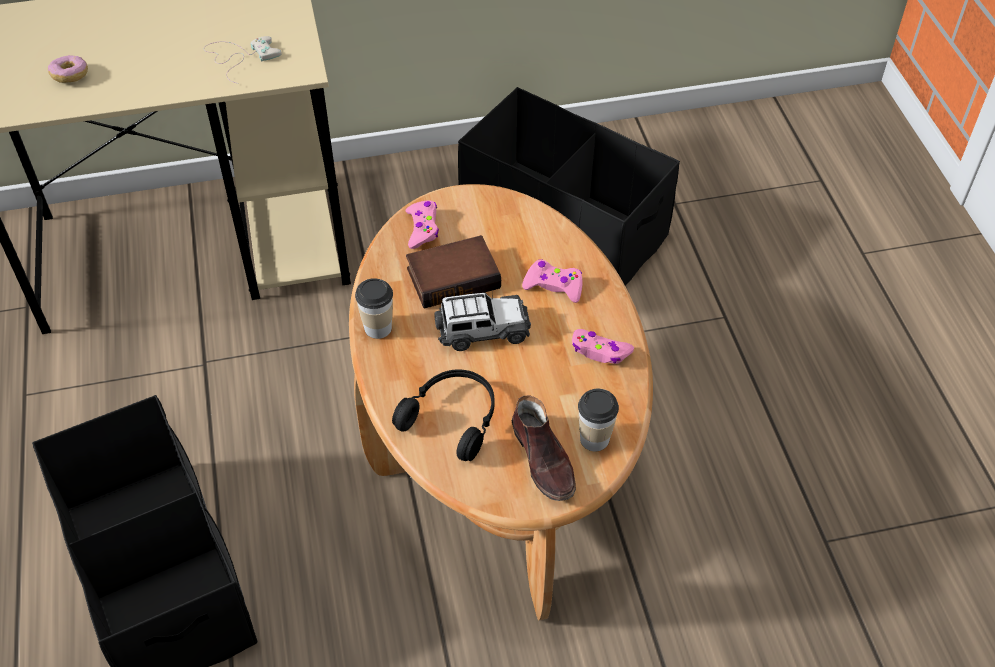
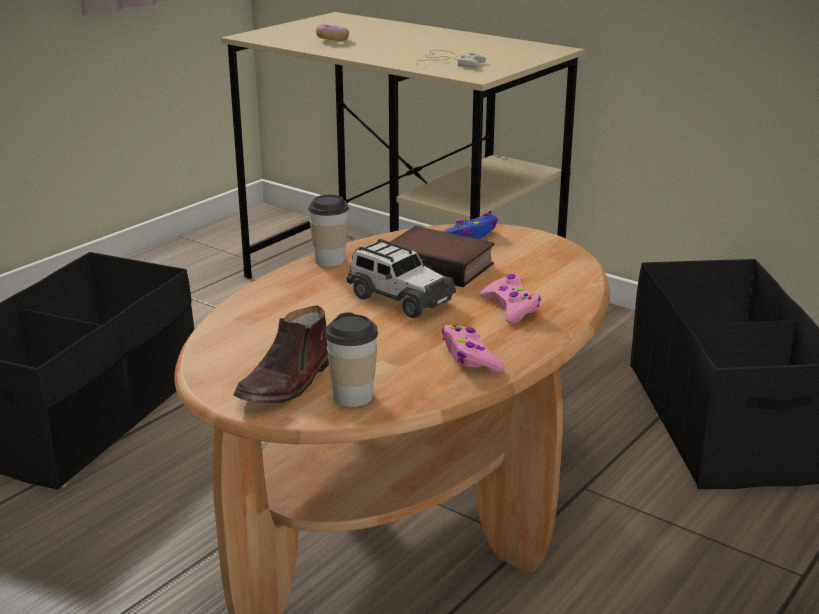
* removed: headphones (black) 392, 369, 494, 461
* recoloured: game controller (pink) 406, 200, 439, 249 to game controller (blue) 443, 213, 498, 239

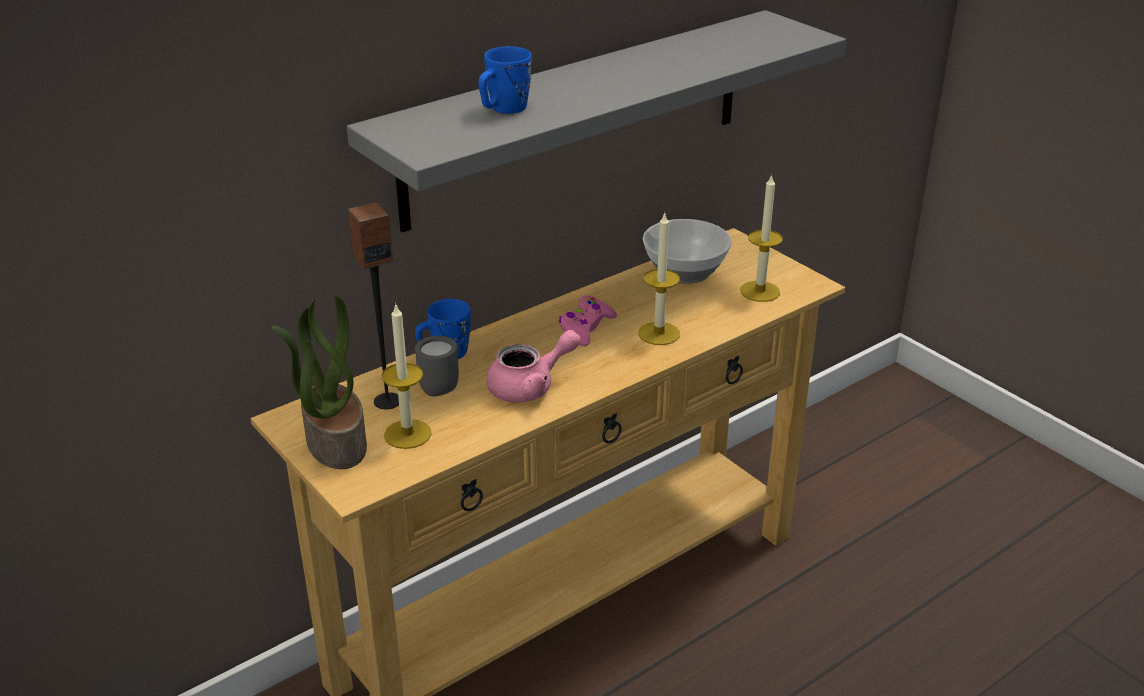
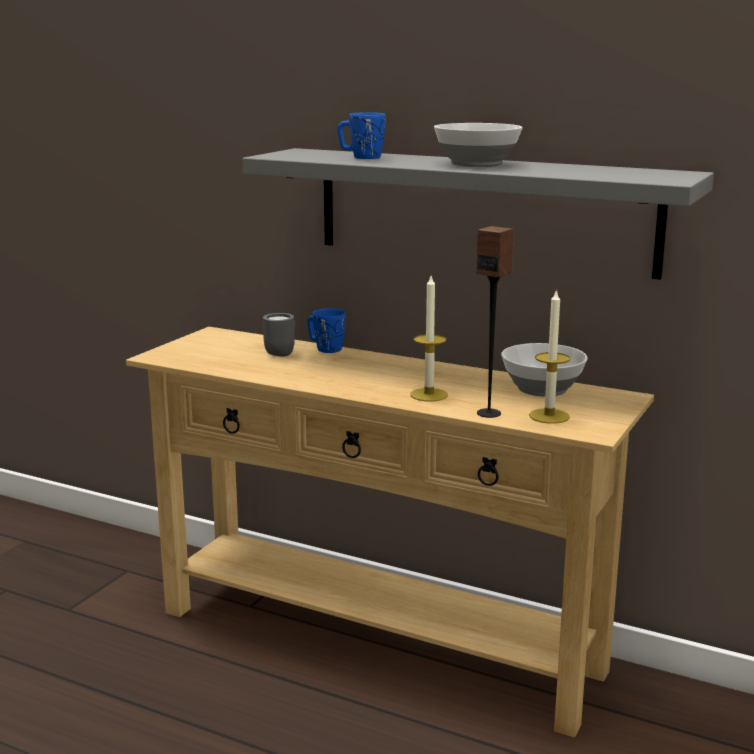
* removed: potted plant 271, 295, 367, 469
* removed: candle 382, 303, 432, 449
* removed: teapot (pink) 486, 330, 581, 403
* removed: game controller (pink) 559, 295, 617, 346
* added: bowl 434, 123, 523, 167
* moved: speaker 348, 202, 399, 409 to 476, 226, 514, 418

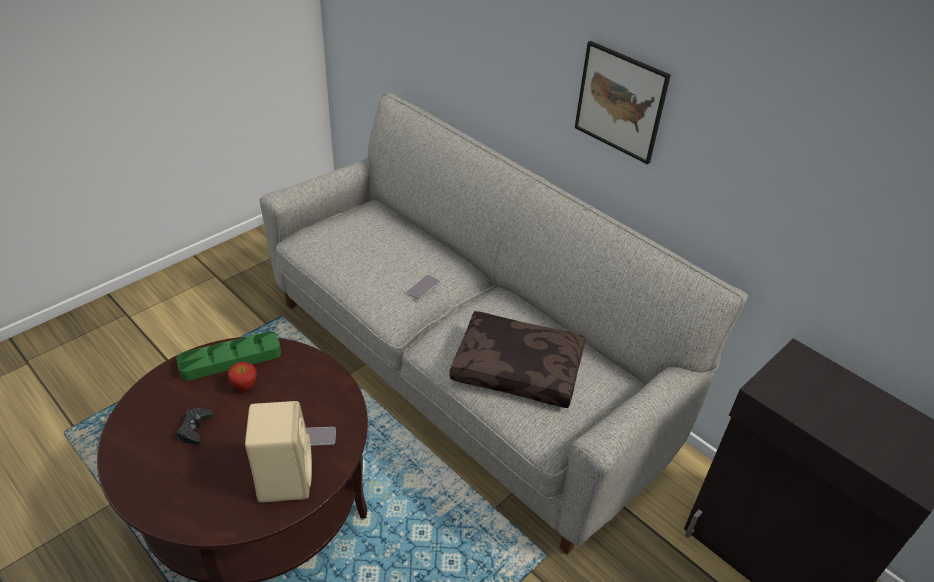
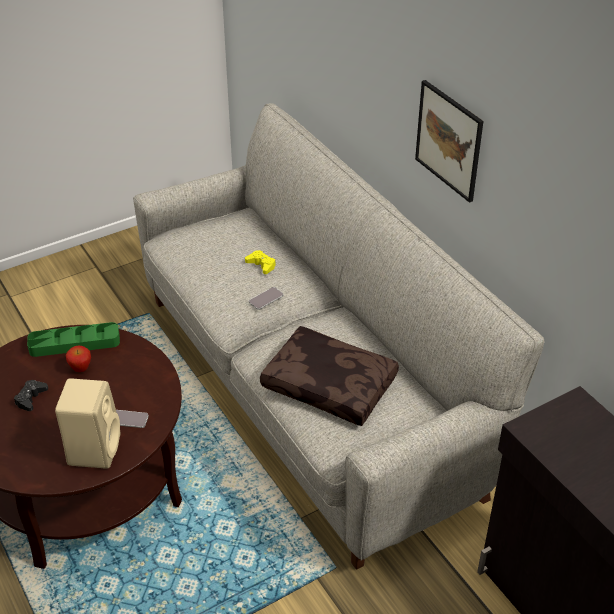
* added: game controller (yellow) 245, 250, 276, 274

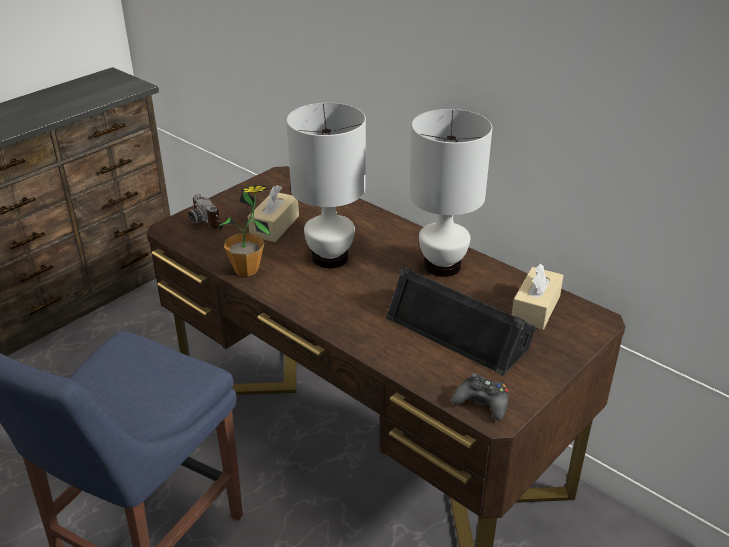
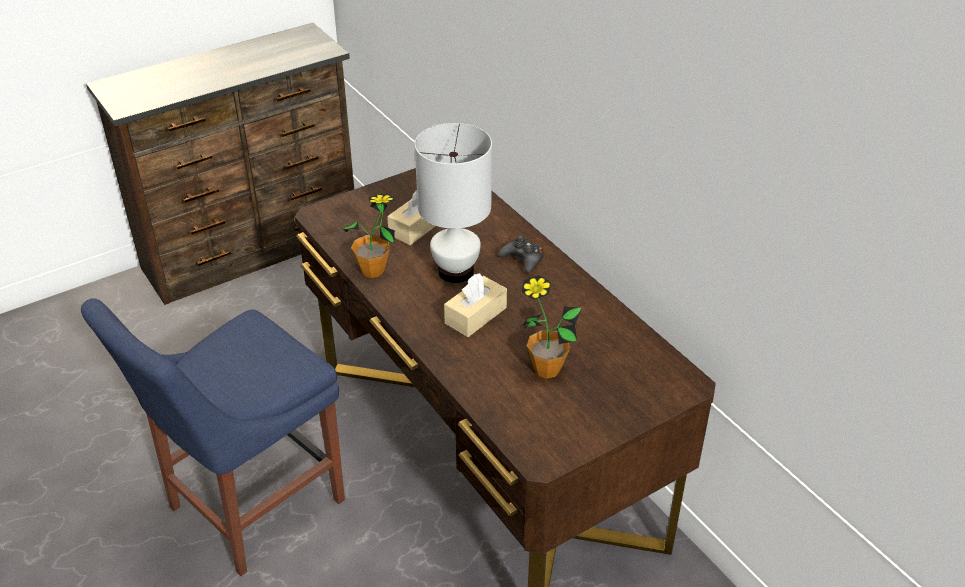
* removed: photo camera 188, 194, 237, 228
* removed: table lamp (white) 409, 109, 492, 277
* moved: game controller (black) 451, 373, 509, 421 to 499, 235, 544, 272
* moved: tissue box (beige) 512, 262, 564, 330 to 444, 273, 507, 337
* replaced: speaker (black) 386, 266, 537, 376 to potted plant 522, 275, 582, 379

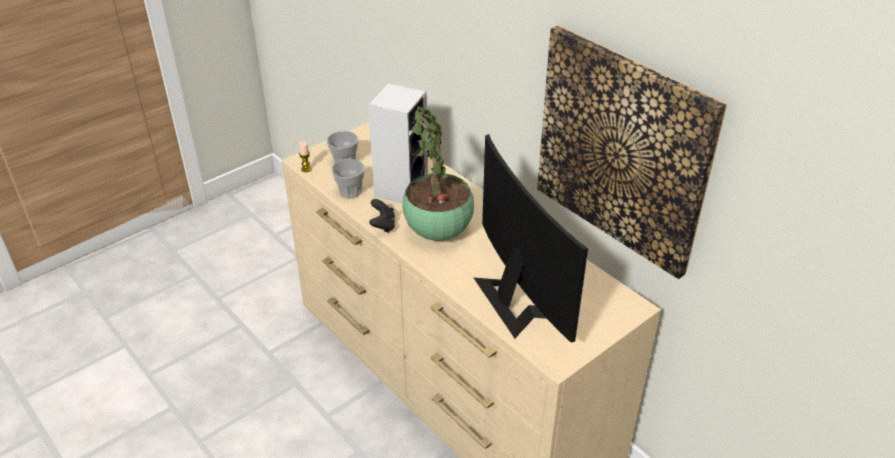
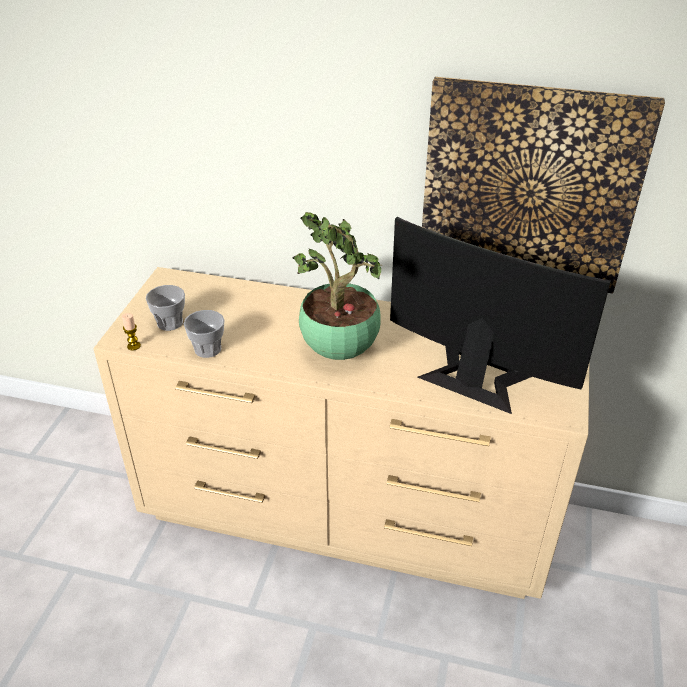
* removed: speaker 368, 83, 428, 204
* removed: game controller (black) 369, 199, 395, 233

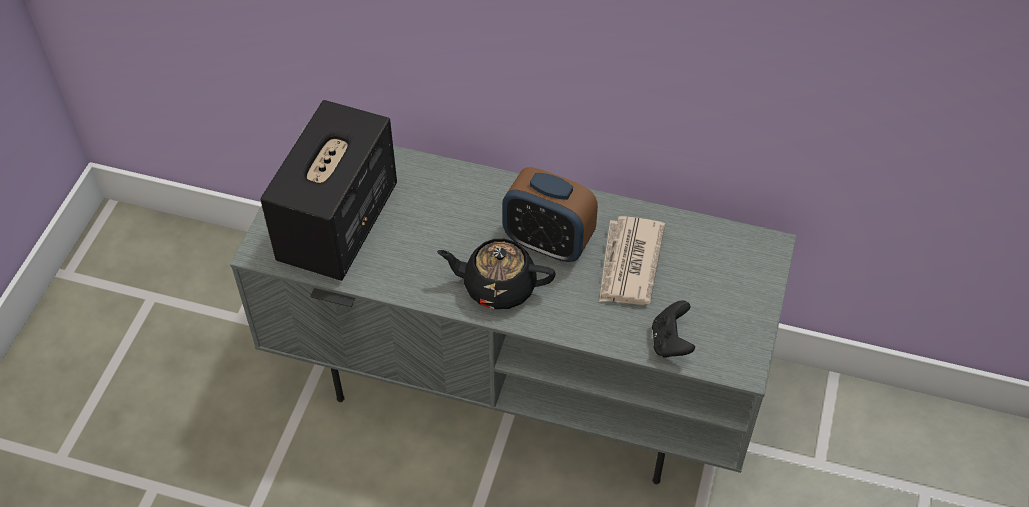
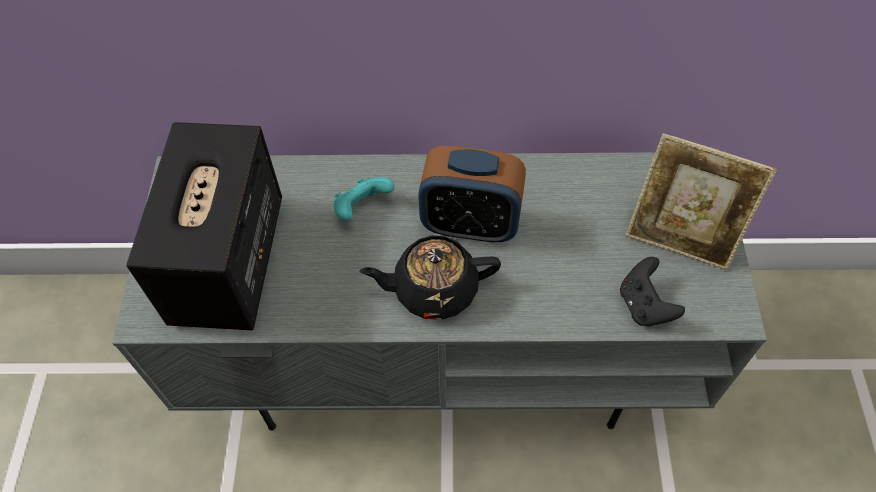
* removed: newspaper 599, 216, 665, 305
* added: game controller (turquoise) 333, 177, 395, 221
* added: picture frame 625, 133, 777, 270

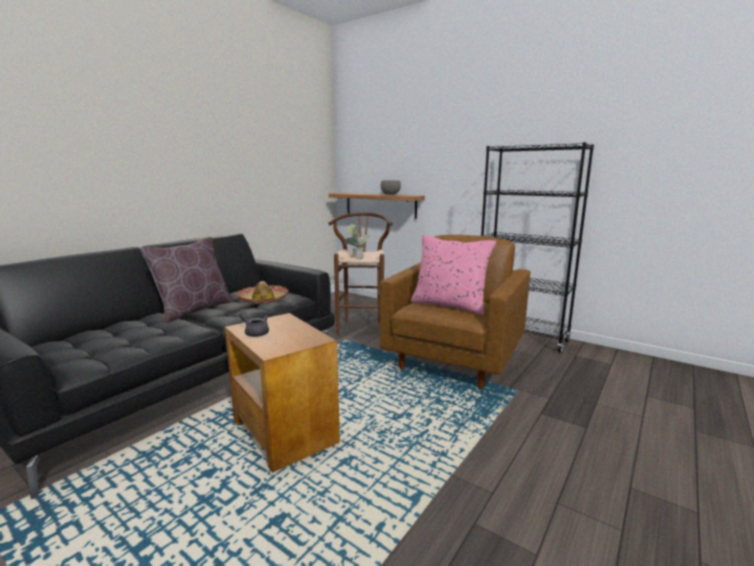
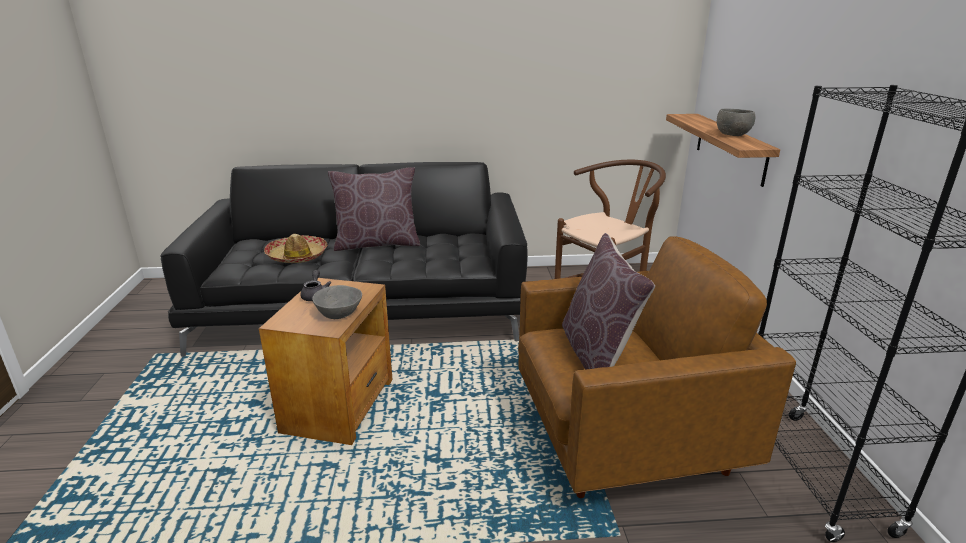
* removed: potted plant 344, 224, 370, 259
* added: bowl (grey) 312, 285, 362, 319
* moved: hat 236, 281, 288, 304 to 264, 234, 327, 263
* recoloured: pillow (pink) 411, 235, 496, 315 to pillow (brown) 562, 233, 655, 370

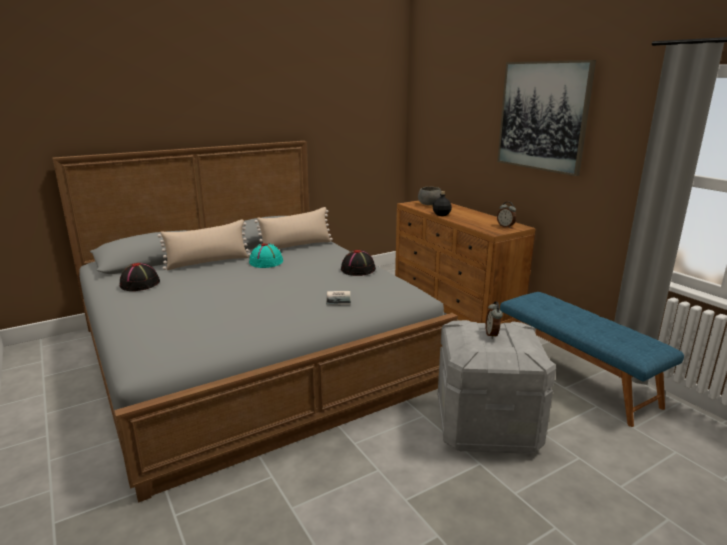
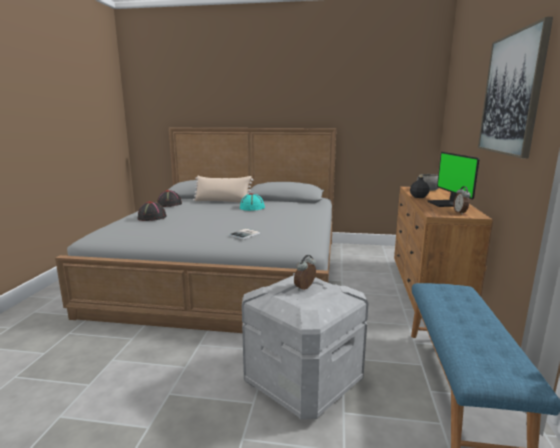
* removed: pillow (beige) 254, 207, 333, 249
* added: monitor 427, 152, 479, 207
* moved: hat (black) 341, 250, 376, 276 to 137, 201, 167, 221

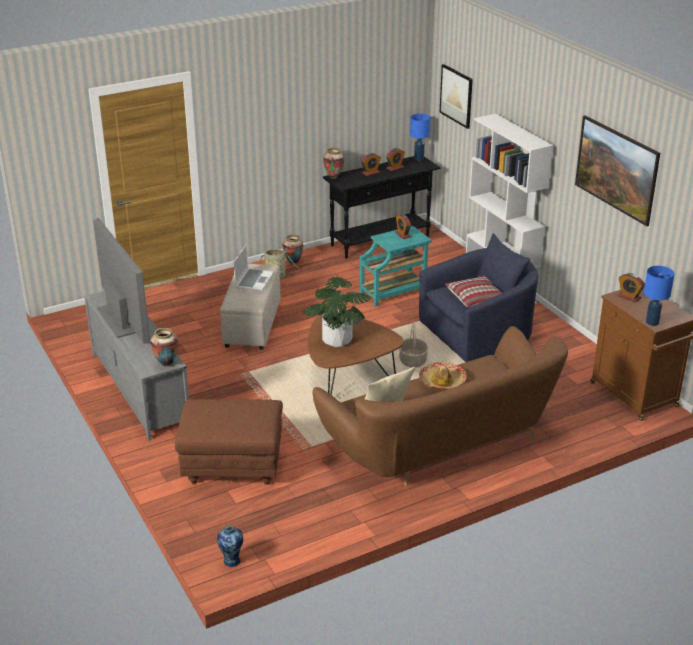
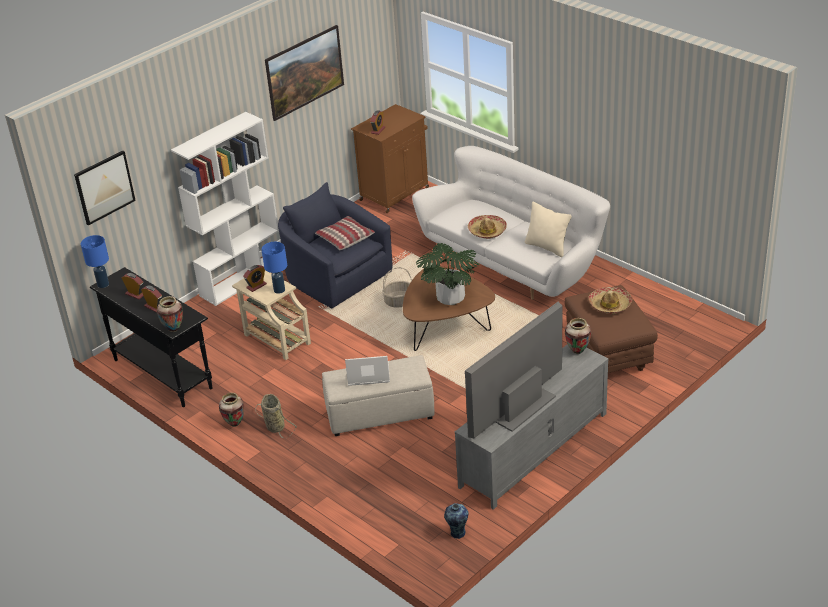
* added: hat 588, 287, 632, 314
* moved: vase 217, 526, 243, 567 to 444, 503, 469, 539
* moved: table lamp (blue) 644, 266, 675, 326 to 261, 242, 287, 294
* recoloured: sofa (brown) 313, 326, 568, 486 to sofa (white) 412, 146, 610, 300
* recoloured: side table (turquoise) 360, 226, 432, 306 to side table (beige) 232, 270, 311, 360

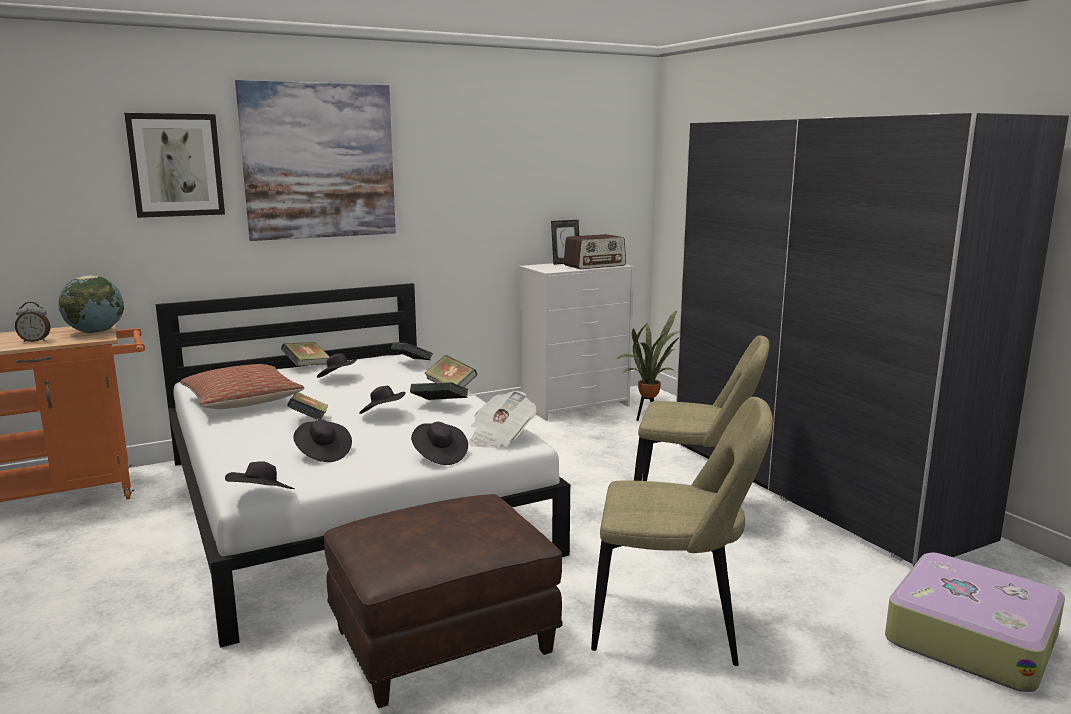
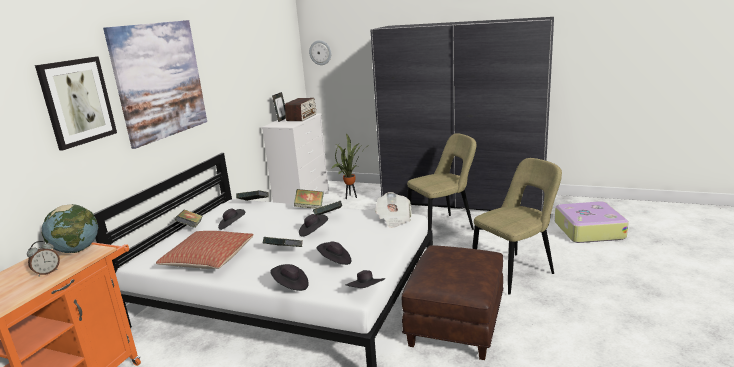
* added: wall clock 309, 40, 331, 65
* moved: hat (black) 411, 422, 468, 465 to 270, 264, 309, 291

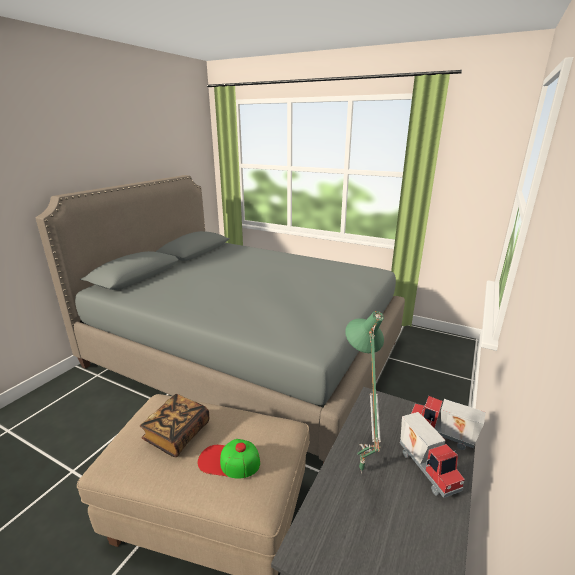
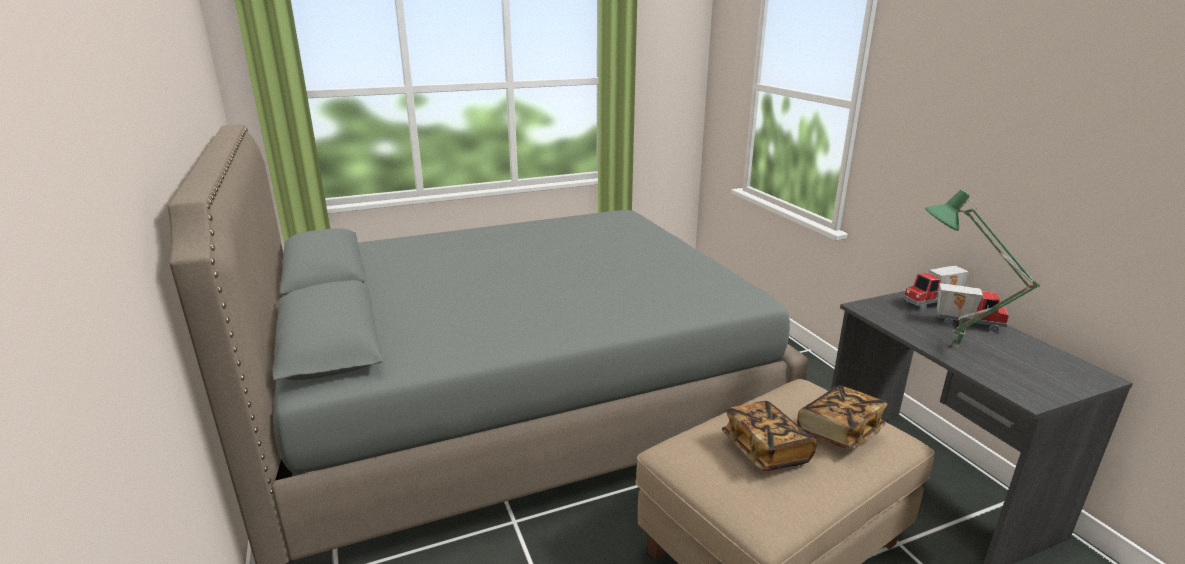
* replaced: cap 198, 439, 260, 478 to book 797, 386, 888, 450

